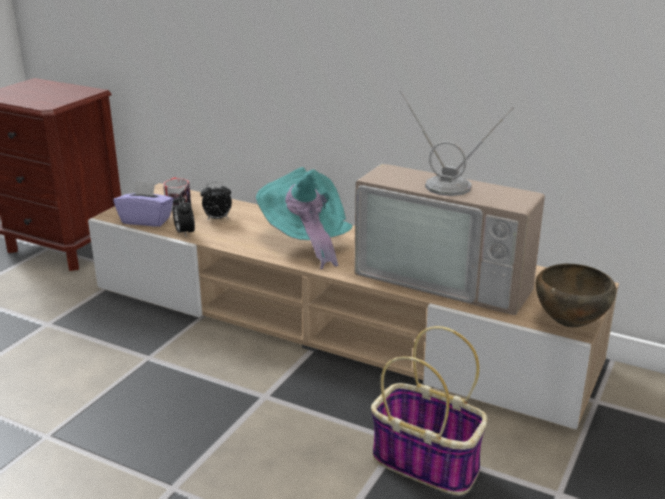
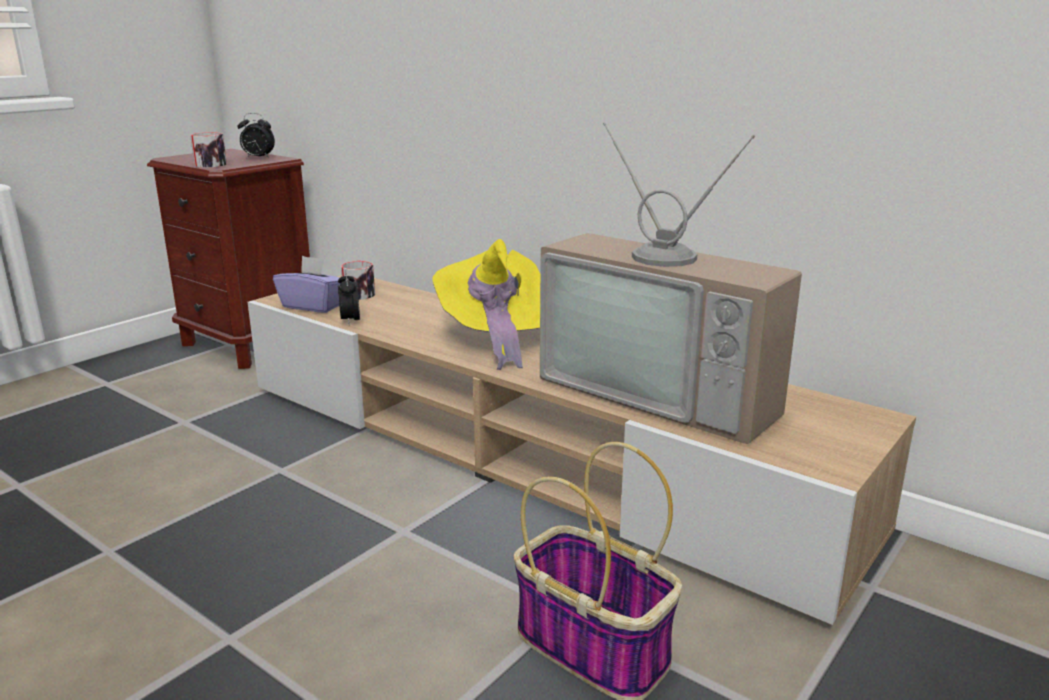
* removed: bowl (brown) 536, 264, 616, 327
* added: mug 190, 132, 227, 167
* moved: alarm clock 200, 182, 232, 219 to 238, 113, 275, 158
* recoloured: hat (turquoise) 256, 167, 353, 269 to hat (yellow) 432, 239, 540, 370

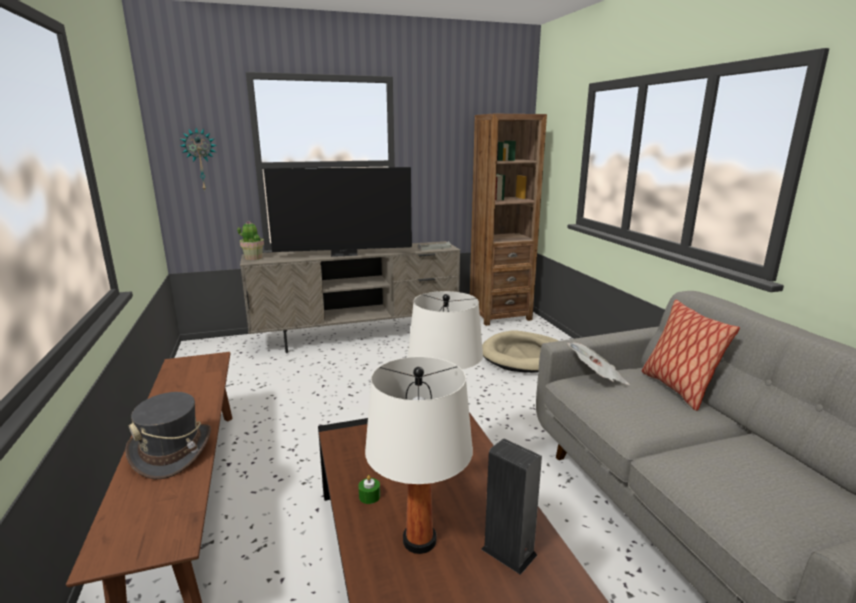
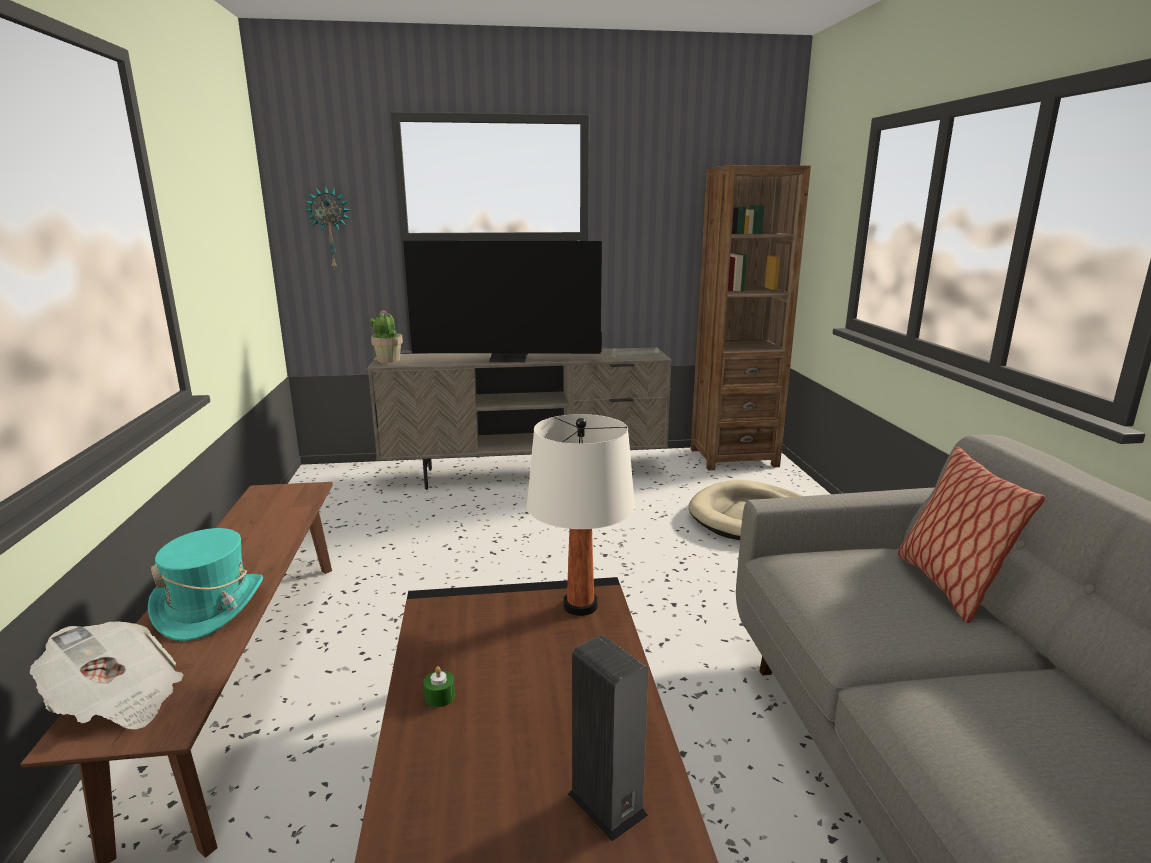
* removed: table lamp (white) 365, 357, 473, 554
* moved: newspaper 567, 342, 630, 385 to 30, 622, 184, 730
* recoloured: hat (grey) 125, 392, 211, 479 to hat (turquoise) 148, 528, 263, 641

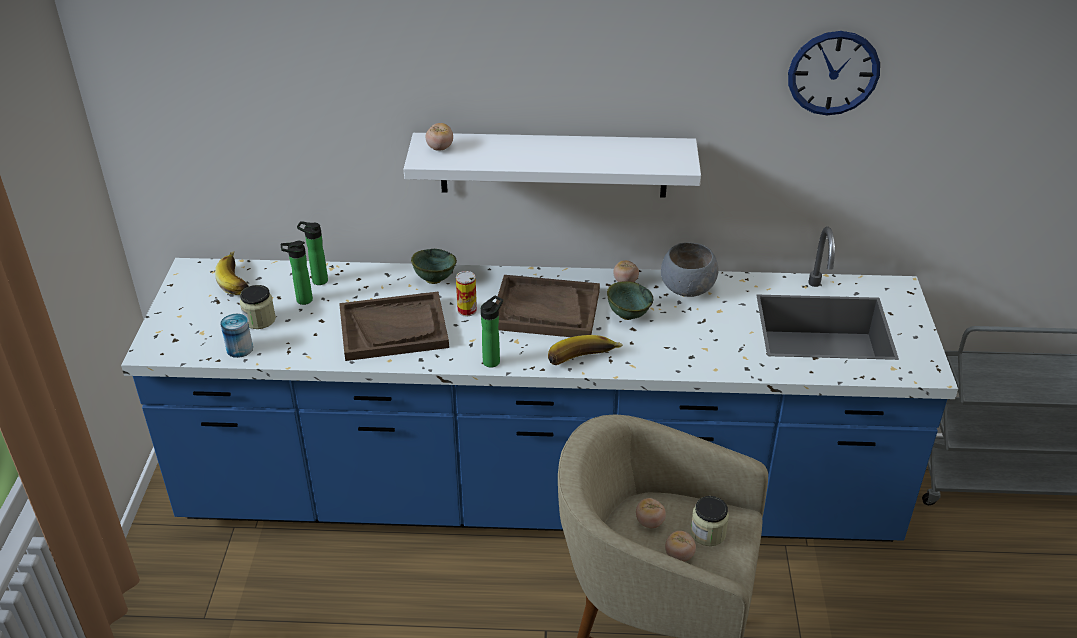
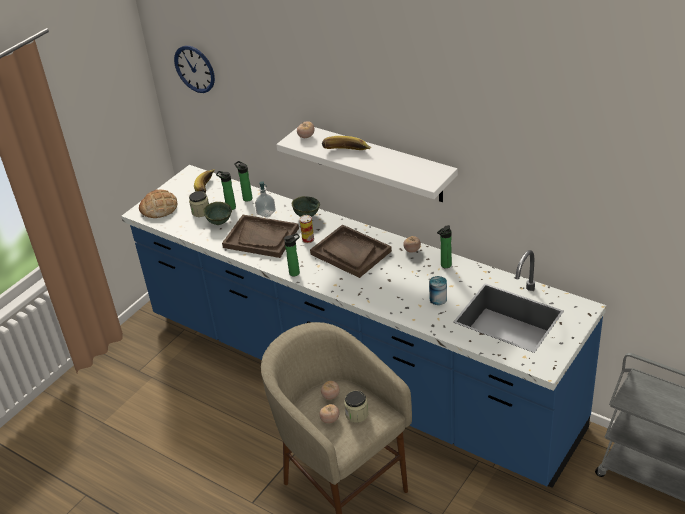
* added: bread 139, 190, 177, 218
* added: soap dispenser 255, 181, 276, 218
* moved: can 220, 314, 253, 358 to 429, 276, 447, 305
* moved: banana 548, 335, 623, 365 to 322, 136, 371, 150
* moved: bowl (green) 607, 281, 653, 320 to 203, 202, 232, 225
* moved: wall clock 788, 31, 880, 115 to 174, 46, 215, 93
* replaced: bowl (grey) 661, 242, 719, 297 to bottle 437, 225, 452, 268

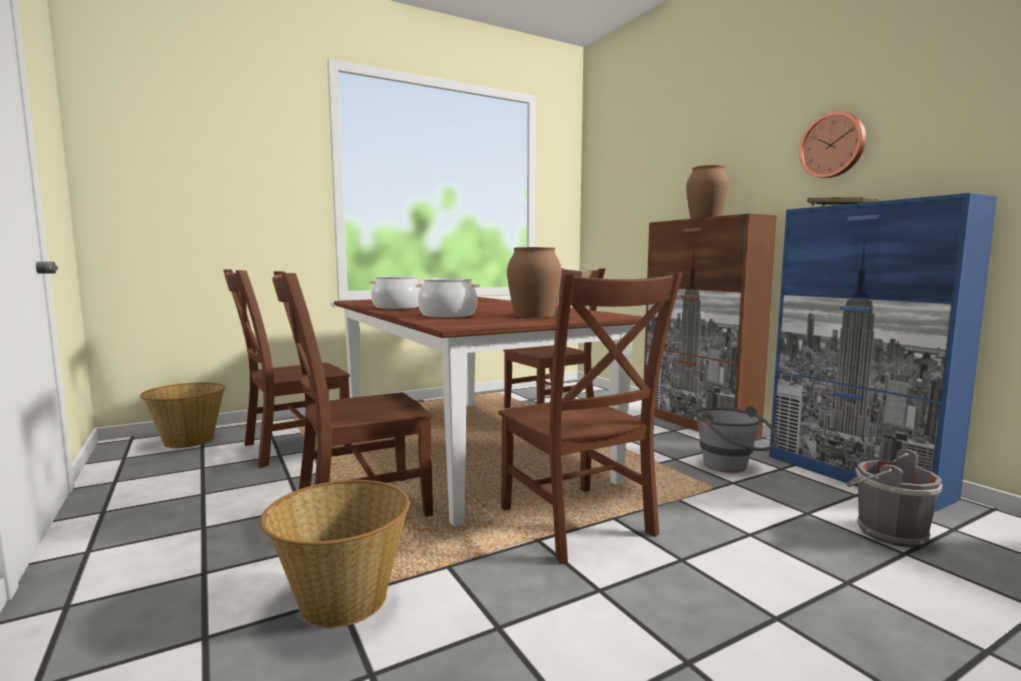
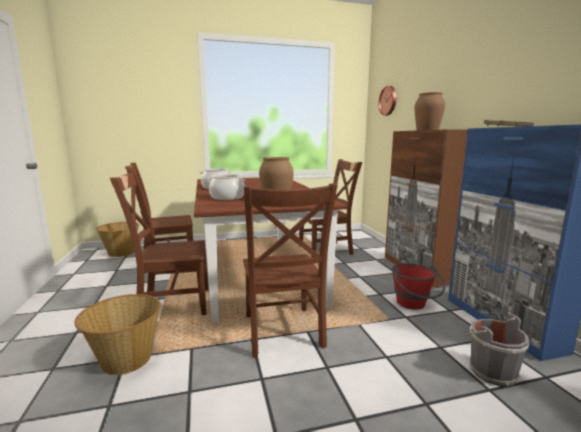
* moved: wall clock 799, 112, 866, 178 to 378, 86, 396, 116
* recoloured: bucket (grey) 695, 406, 778, 473 to bucket (red) 392, 263, 445, 310

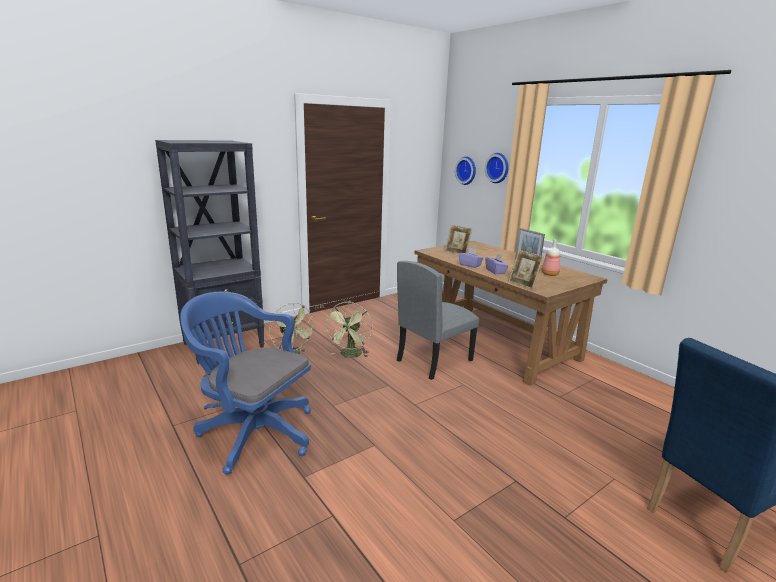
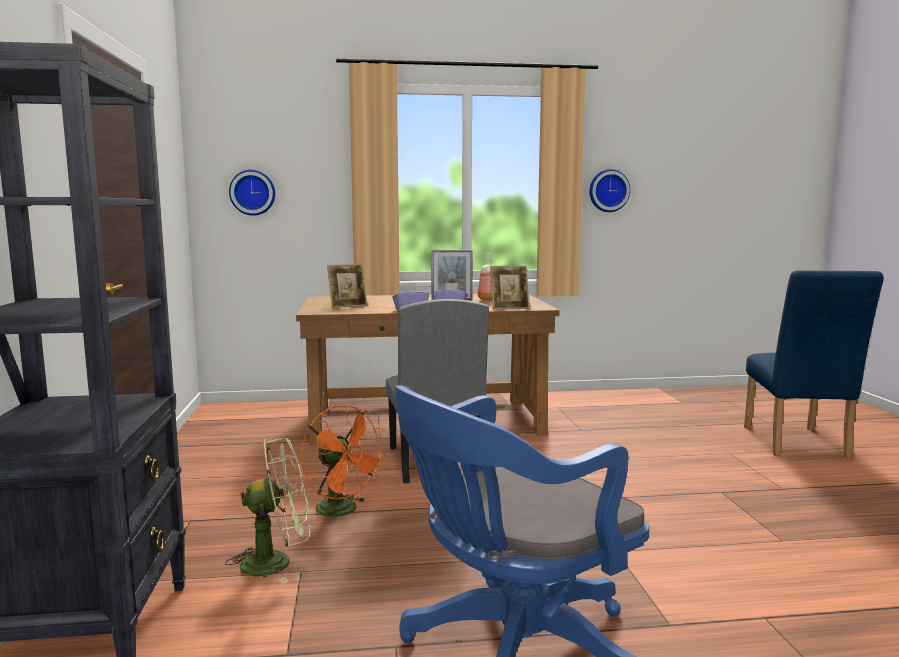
* moved: wall clock 485, 153, 509, 183 to 589, 169, 630, 212
* recoloured: fan (green) 324, 302, 372, 358 to fan (orange) 301, 405, 388, 525

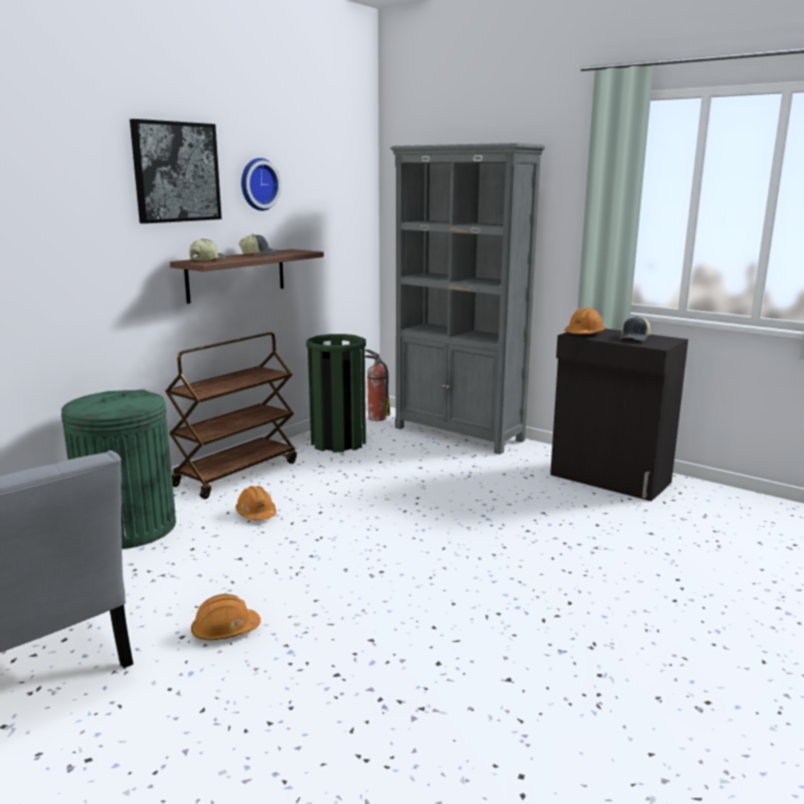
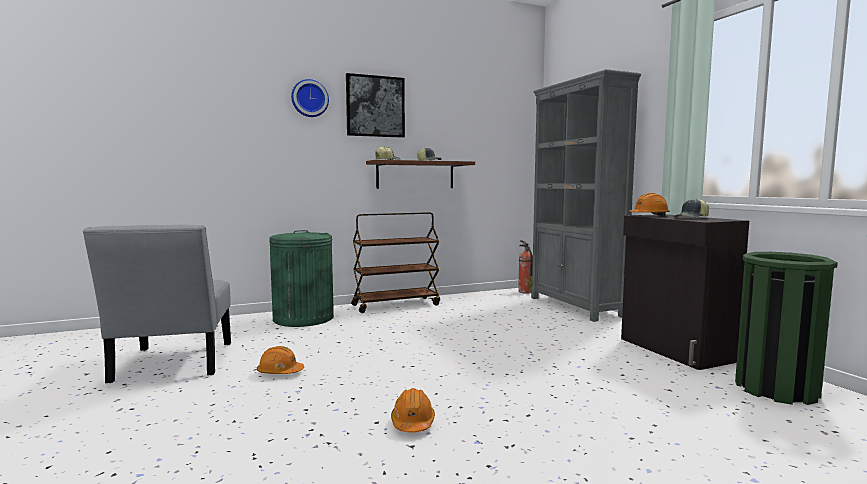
* moved: hard hat (orange) 235, 486, 277, 520 to 391, 388, 435, 433
* moved: wall clock 241, 158, 281, 211 to 291, 79, 329, 117
* moved: trash can (green) 306, 334, 366, 452 to 735, 252, 838, 405

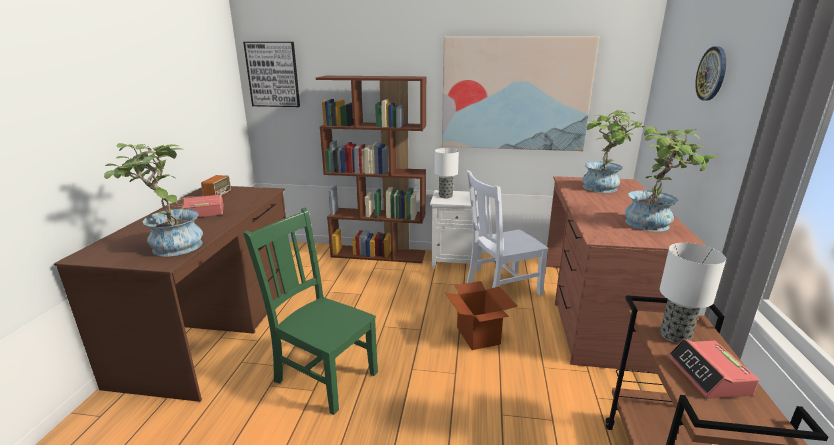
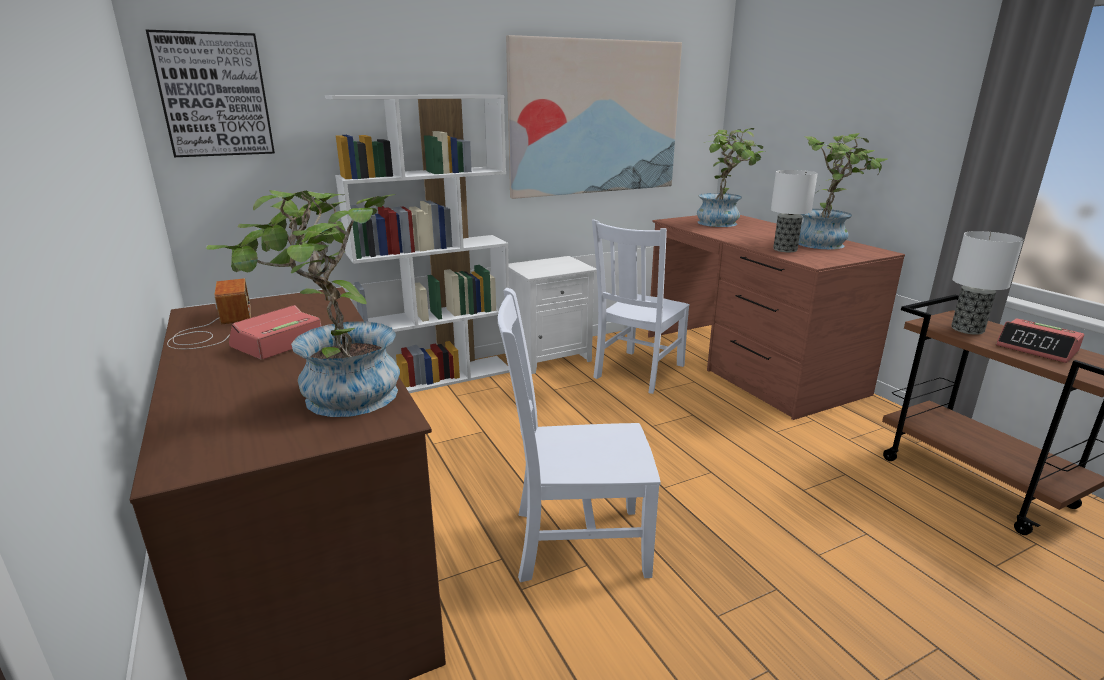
* removed: cardboard box 445, 281, 517, 350
* removed: wall clock 695, 47, 726, 101
* moved: table lamp 435, 148, 459, 198 to 771, 170, 818, 252
* recoloured: chair (green) 243, 208, 378, 415 to chair (white) 498, 288, 661, 582
* recoloured: bookcase (brown) 316, 76, 427, 263 to bookcase (white) 325, 95, 509, 393

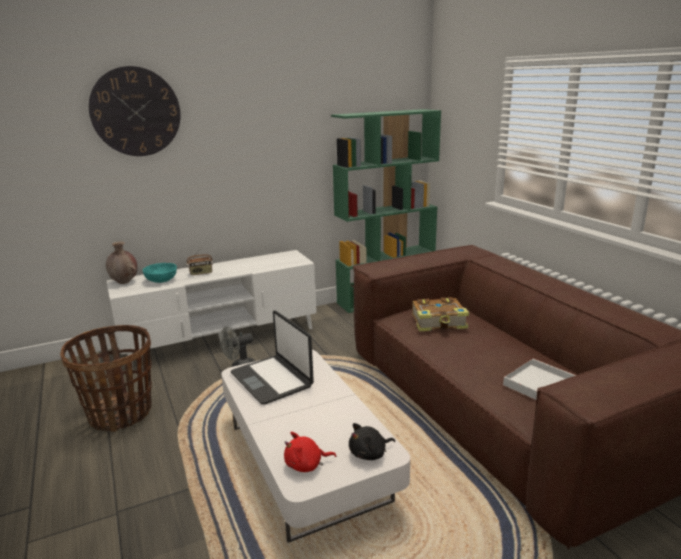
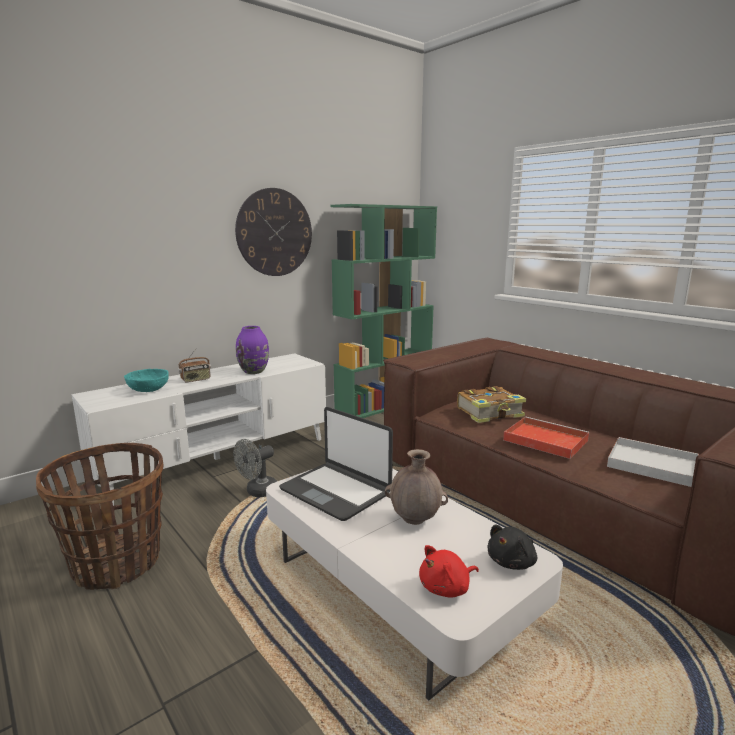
* added: vase (purple) 236, 326, 269, 374
* added: tray (red) 503, 417, 590, 459
* moved: wall clock 89, 66, 181, 156 to 235, 188, 312, 276
* moved: vase (brown) 106, 242, 137, 284 to 385, 449, 448, 525

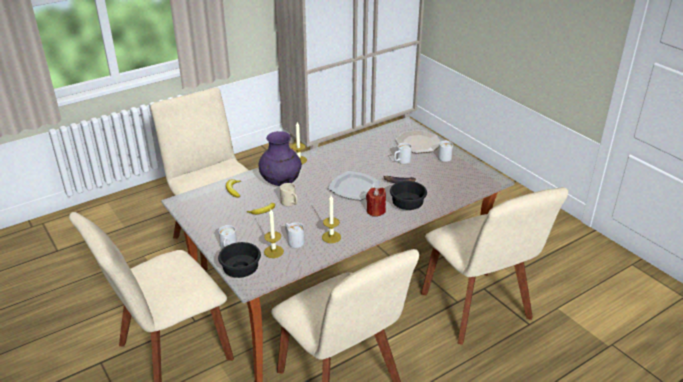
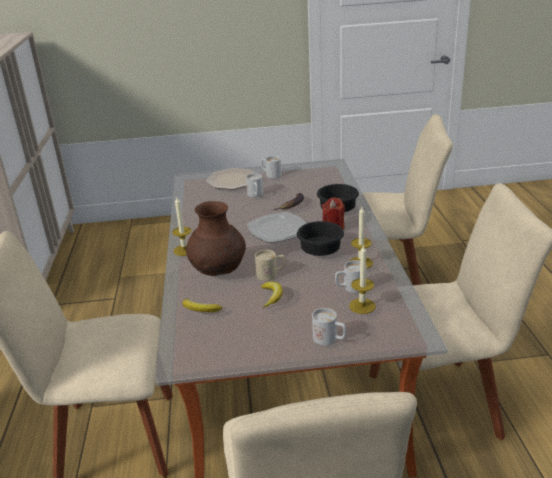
* moved: bowl (black) 218, 242, 261, 278 to 297, 221, 344, 256
* recoloured: vase (purple) 258, 131, 302, 186 to vase (brown) 186, 201, 246, 276

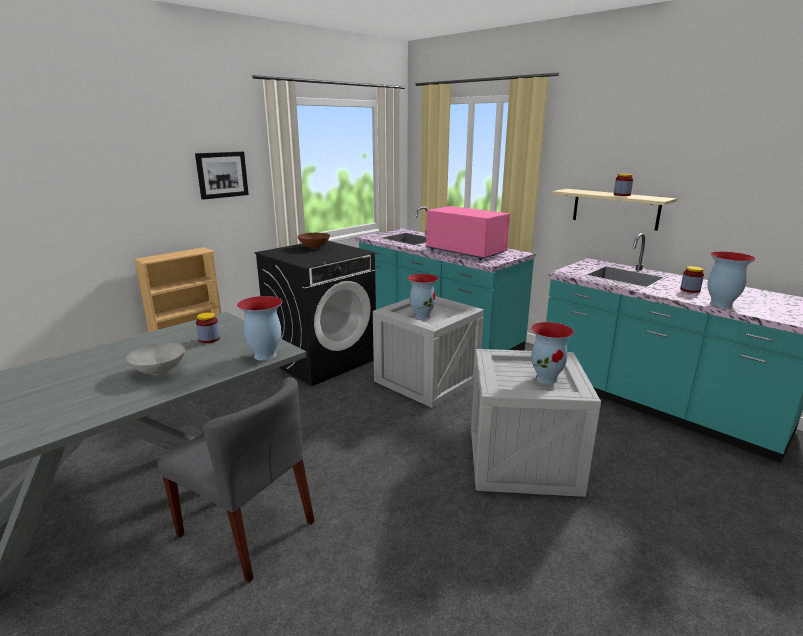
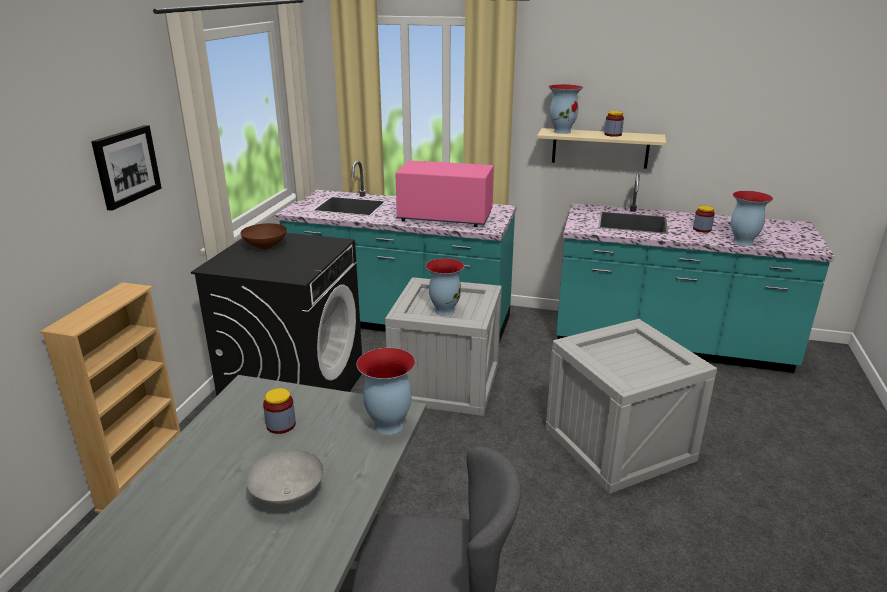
* moved: vase 531, 322, 574, 384 to 549, 84, 583, 134

